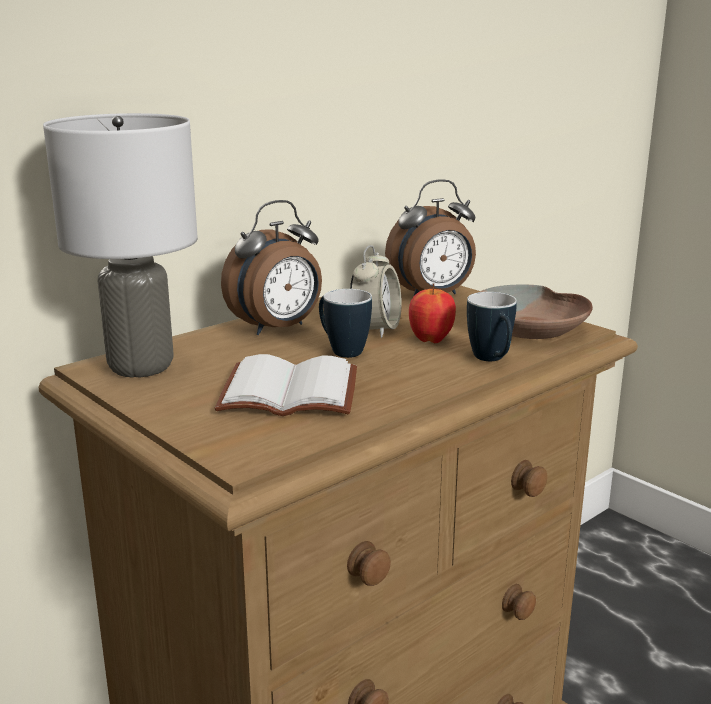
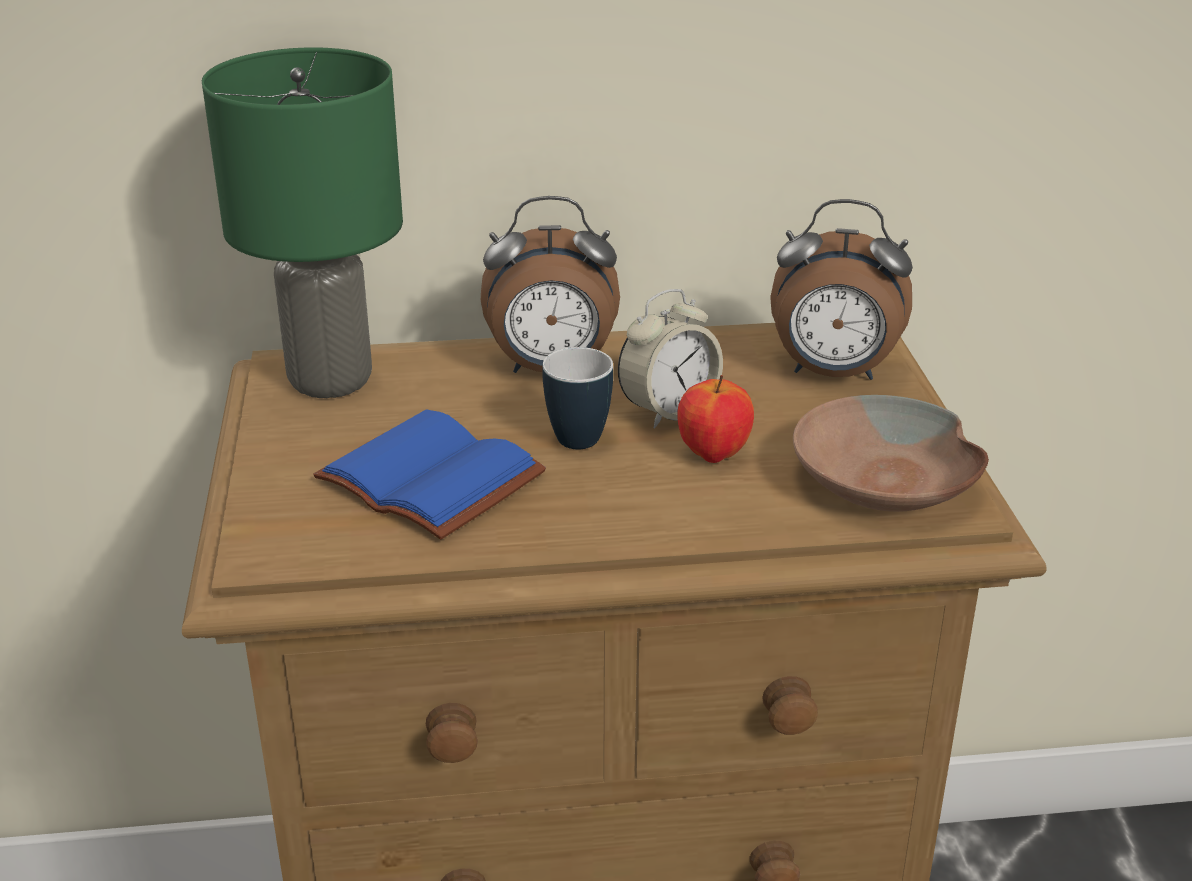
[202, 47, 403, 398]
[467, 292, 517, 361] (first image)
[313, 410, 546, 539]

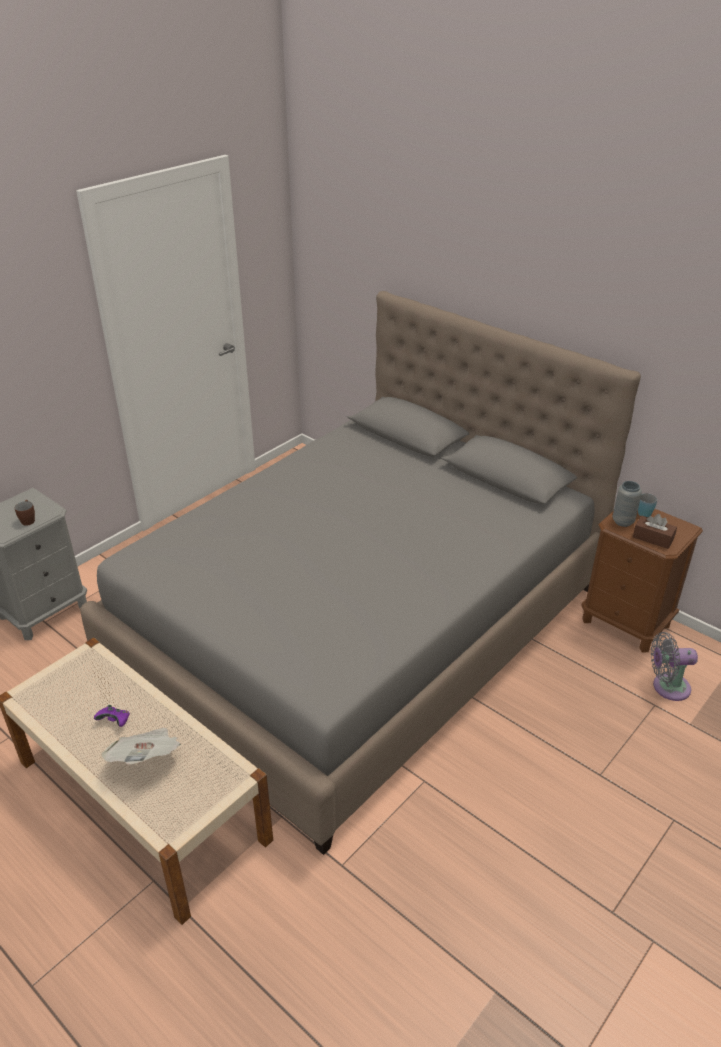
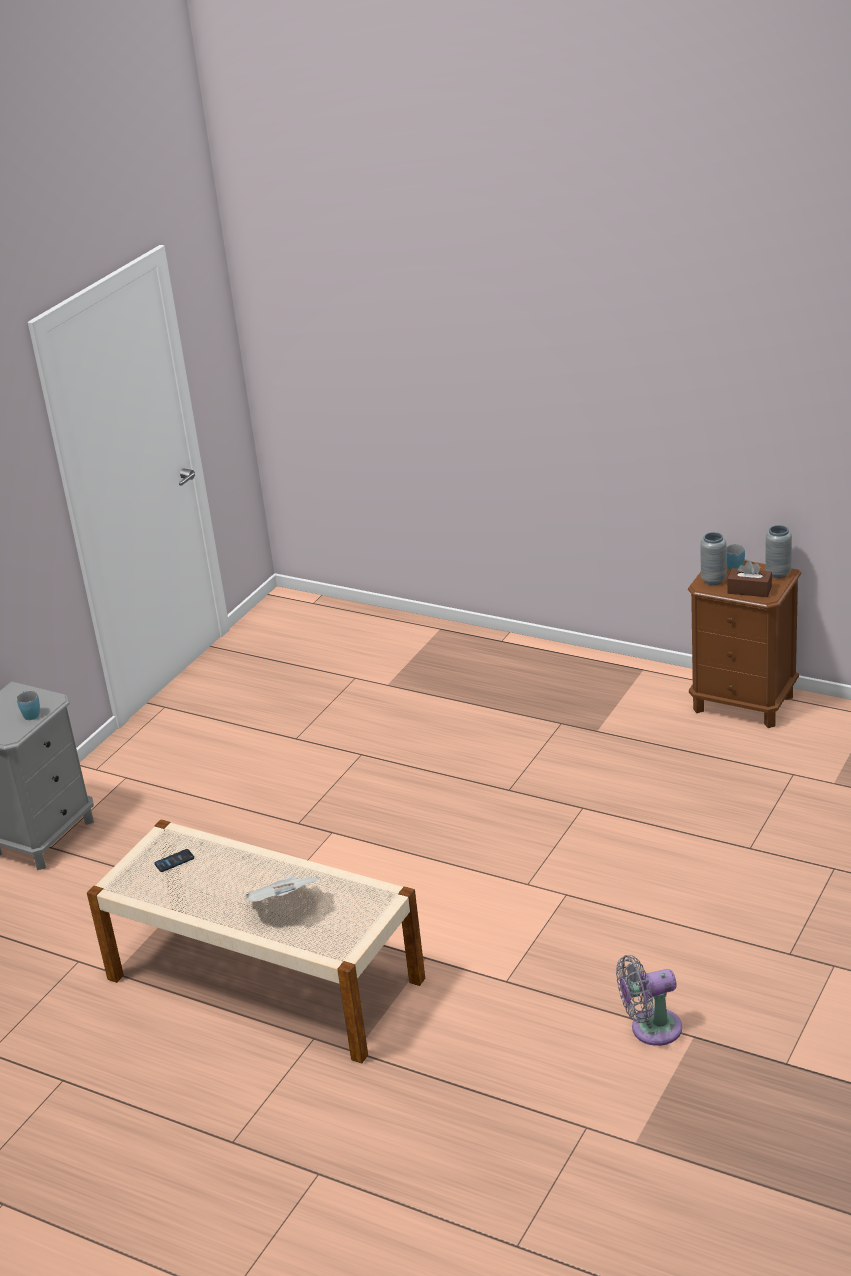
[80, 291, 641, 855] (first image)
[17, 690, 40, 720]
[616, 955, 682, 1046]
[94, 705, 130, 727] (first image)
[765, 525, 792, 578]
[154, 849, 194, 872]

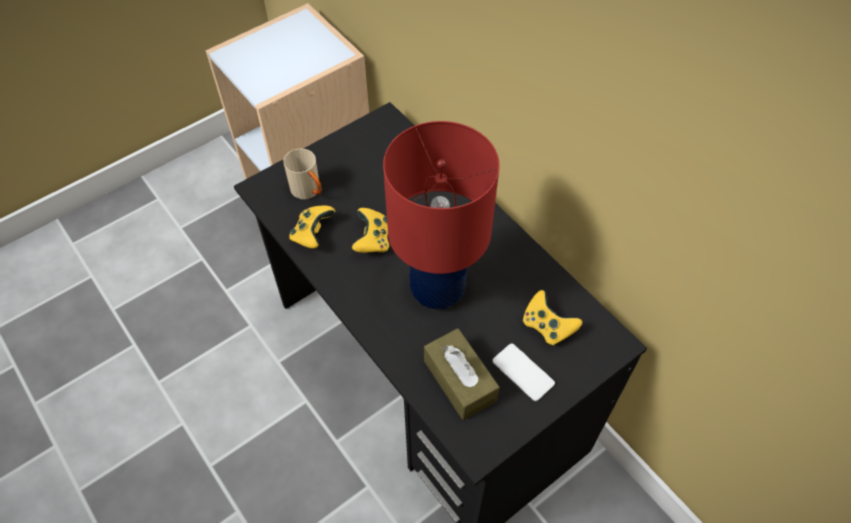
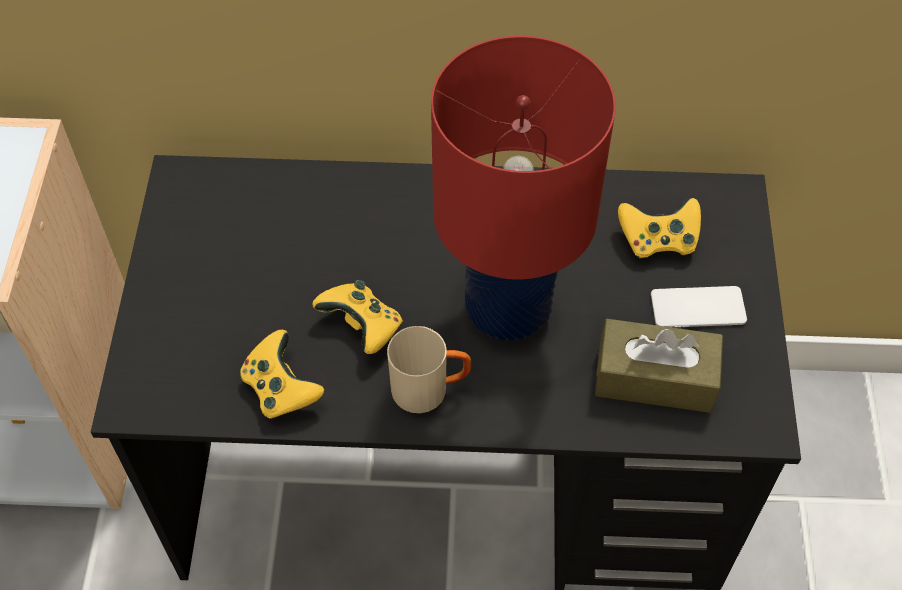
[387, 326, 471, 413]

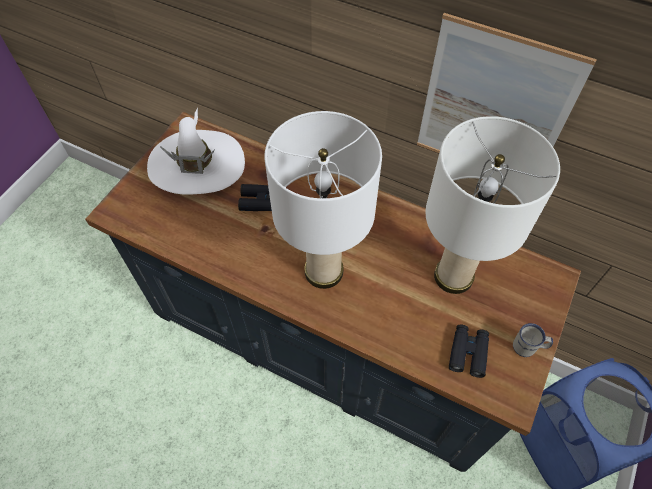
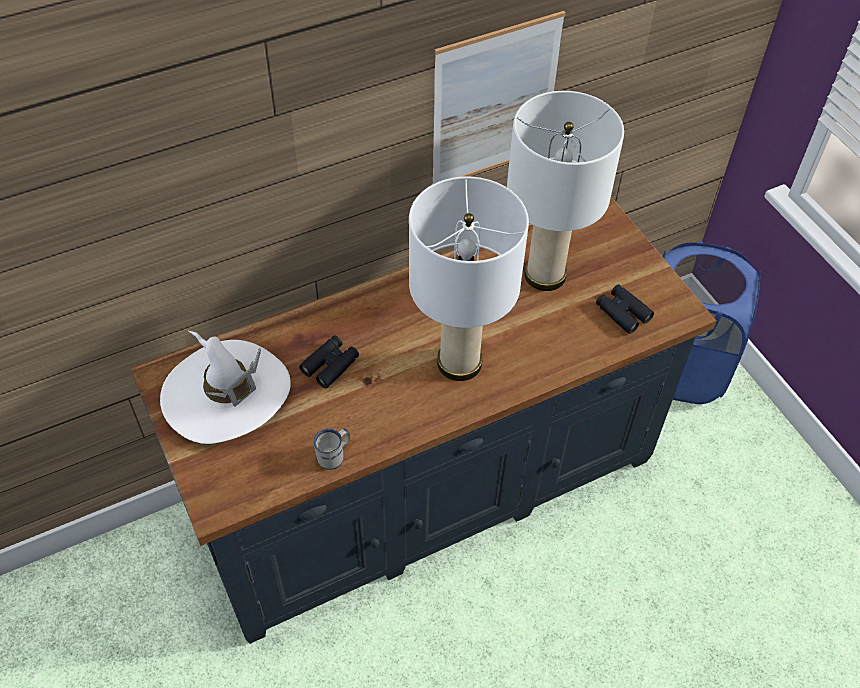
[314, 429, 350, 470]

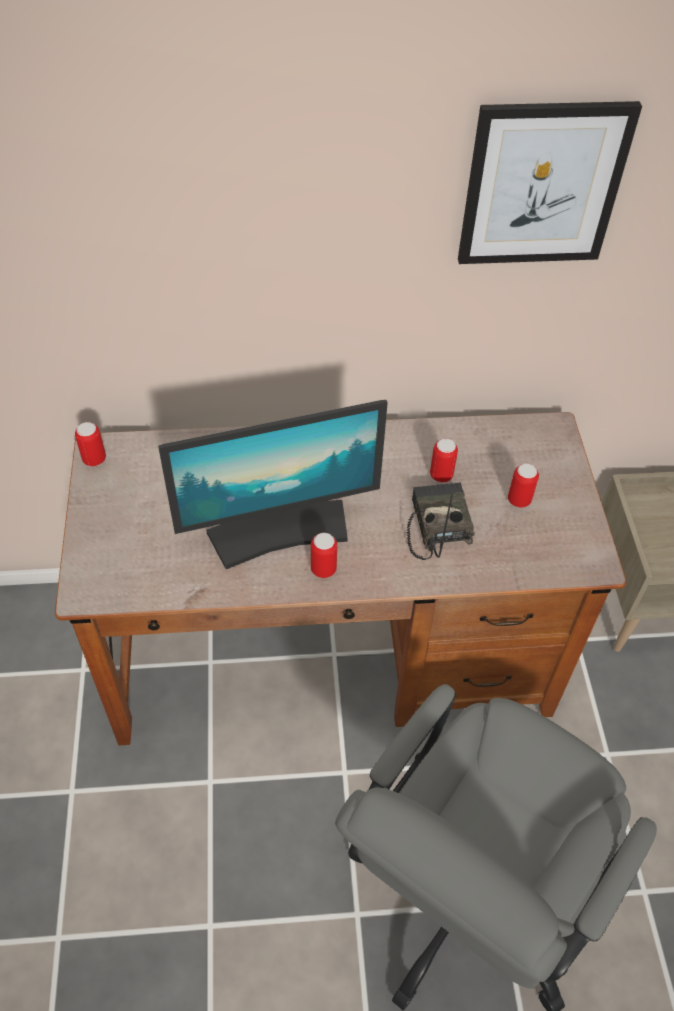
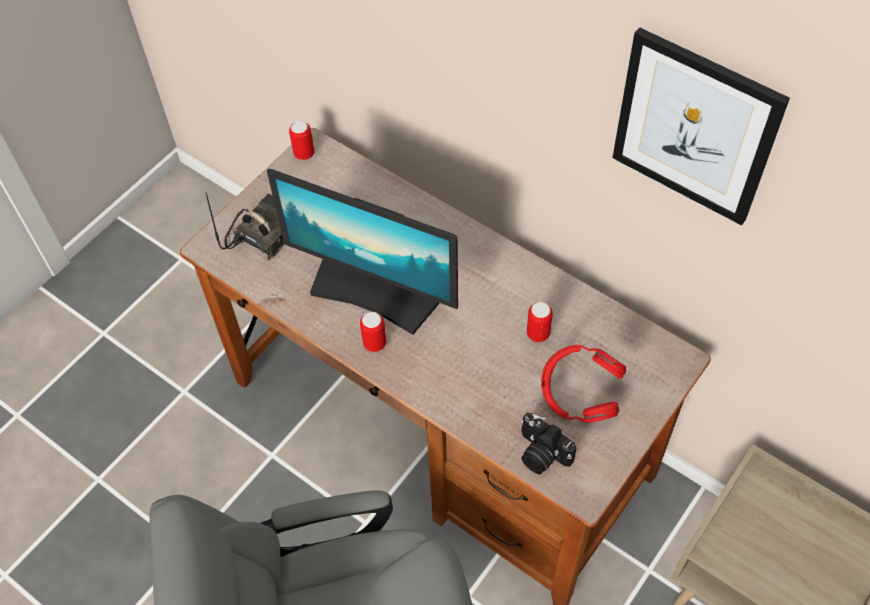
[541, 345, 626, 423]
[206, 193, 284, 260]
[520, 413, 577, 474]

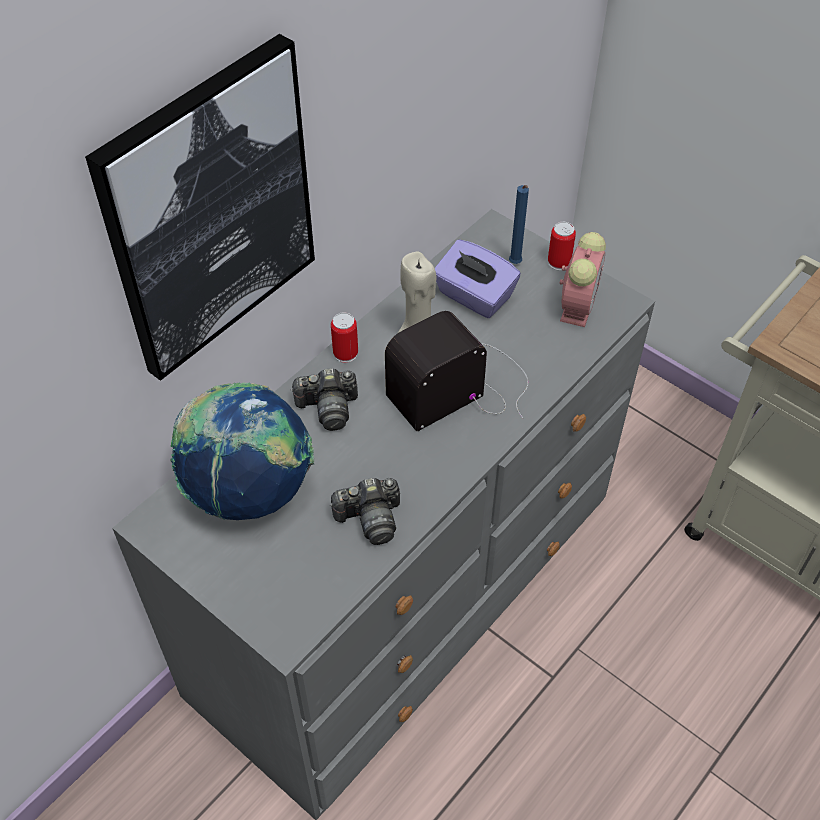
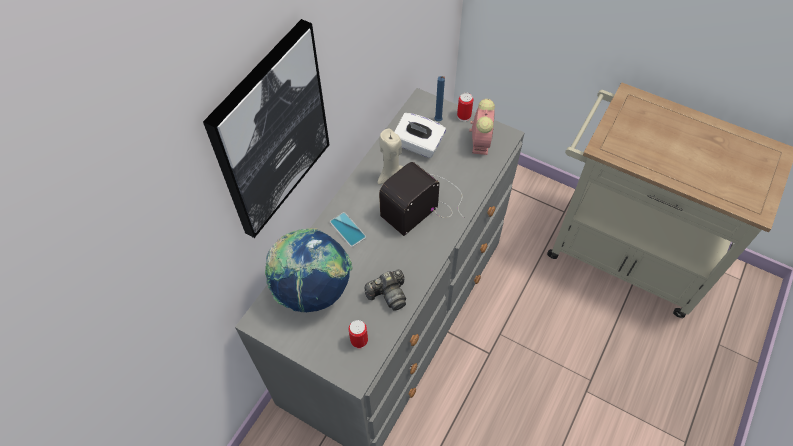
[394, 113, 446, 158]
[349, 320, 368, 349]
[330, 212, 366, 247]

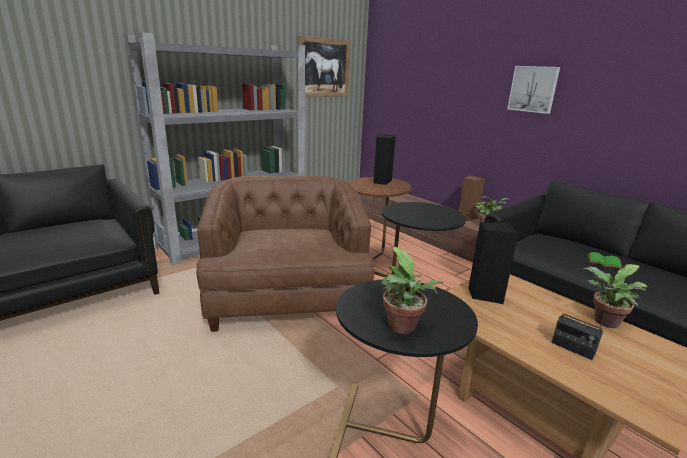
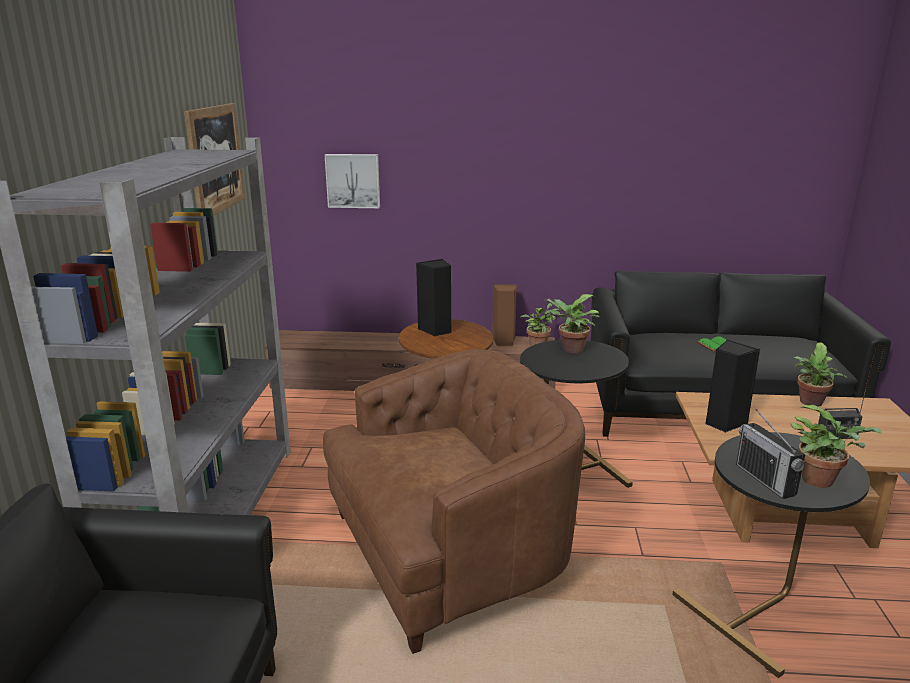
[325, 154, 380, 208]
[323, 349, 585, 654]
[546, 294, 600, 353]
[736, 409, 805, 499]

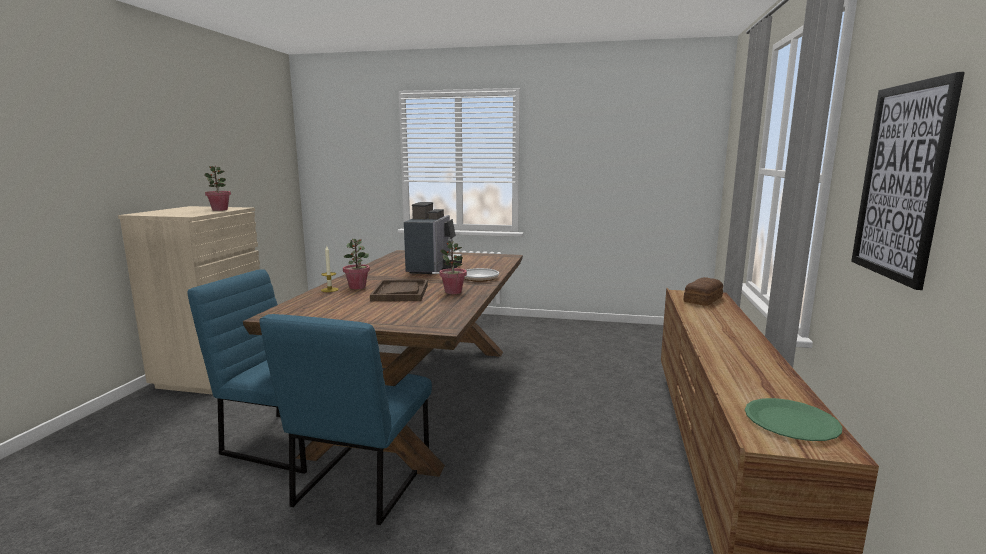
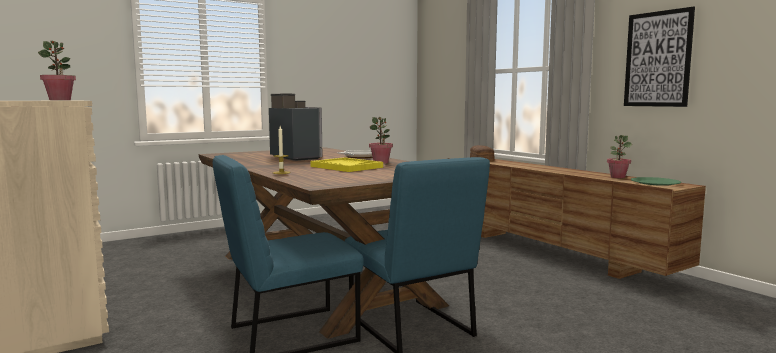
[607, 135, 632, 178]
[310, 157, 383, 172]

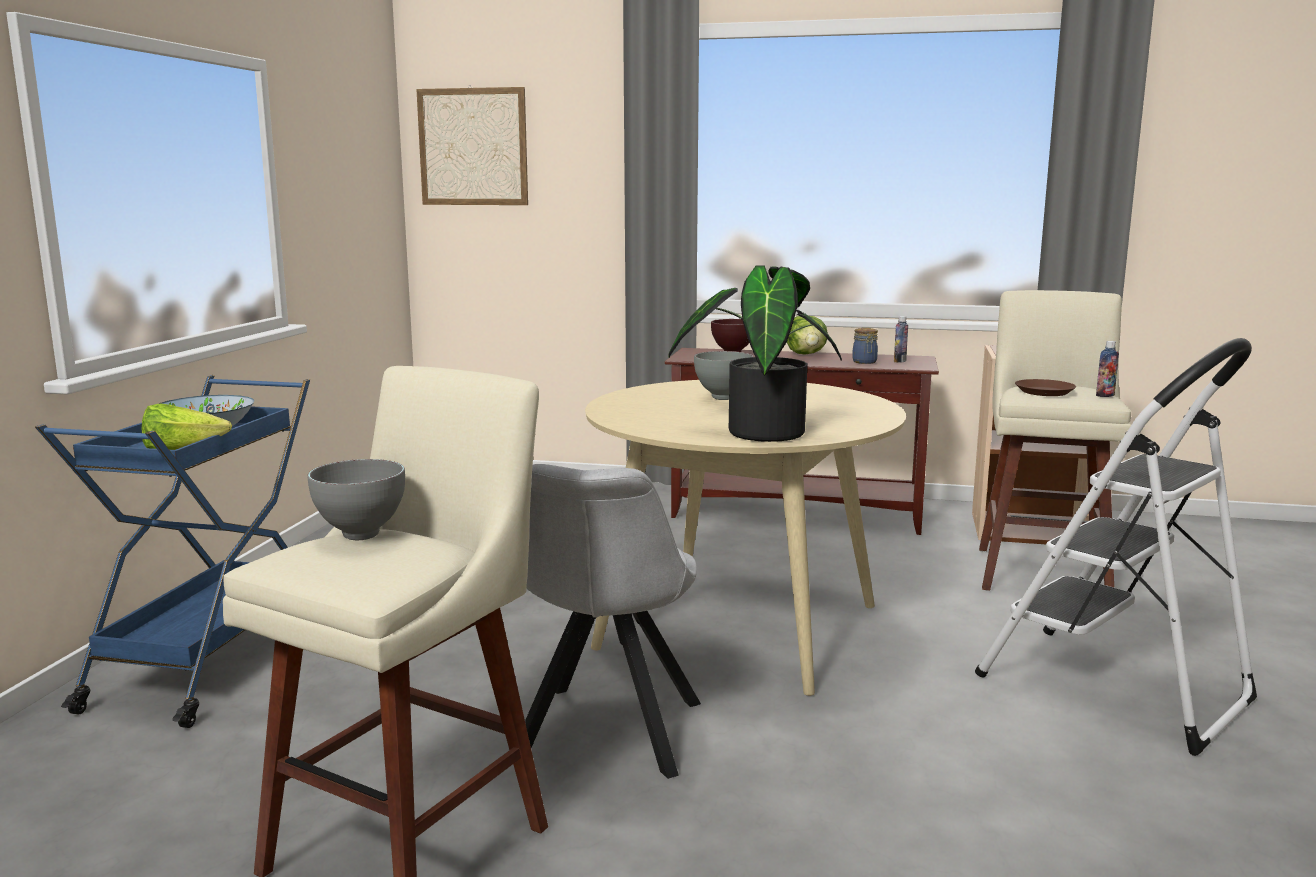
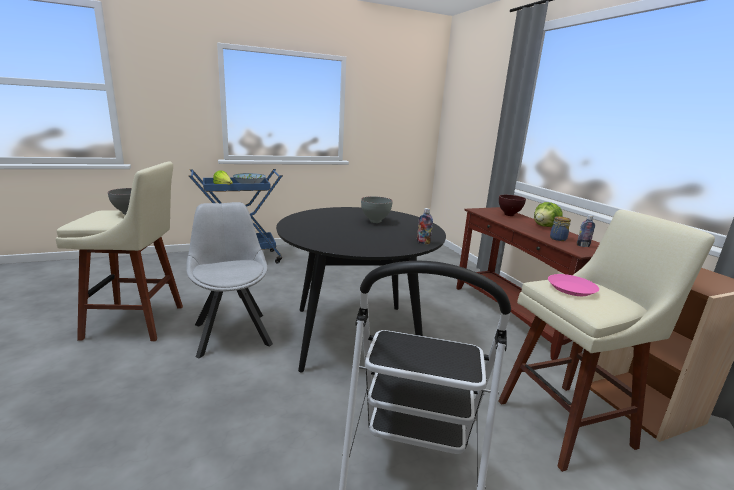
[416, 86, 528, 205] (first image)
[668, 266, 842, 442] (first image)
[417, 208, 433, 244]
[548, 274, 599, 296]
[276, 207, 446, 372]
[186, 202, 273, 358]

